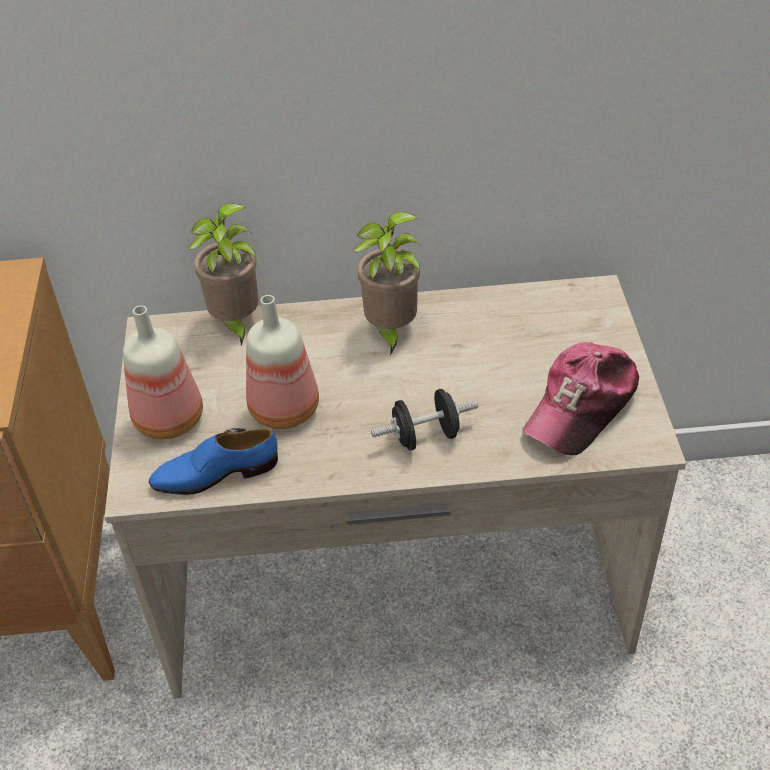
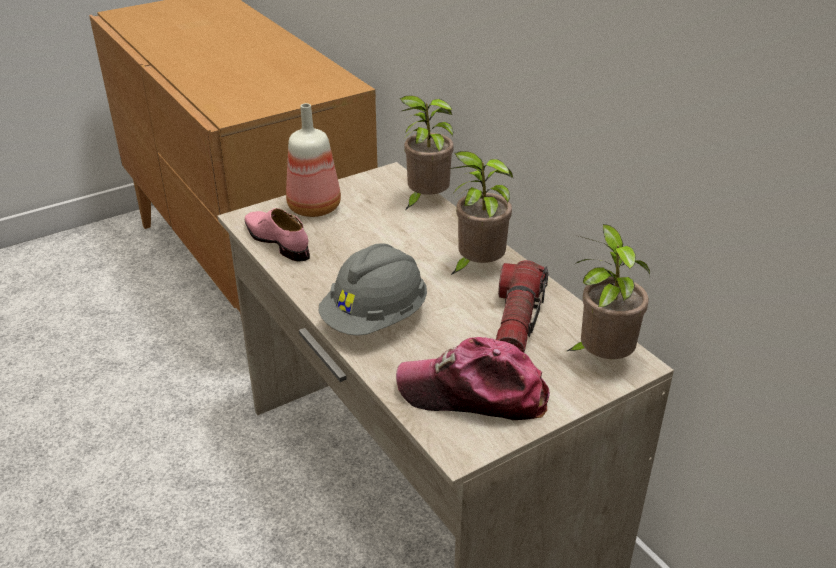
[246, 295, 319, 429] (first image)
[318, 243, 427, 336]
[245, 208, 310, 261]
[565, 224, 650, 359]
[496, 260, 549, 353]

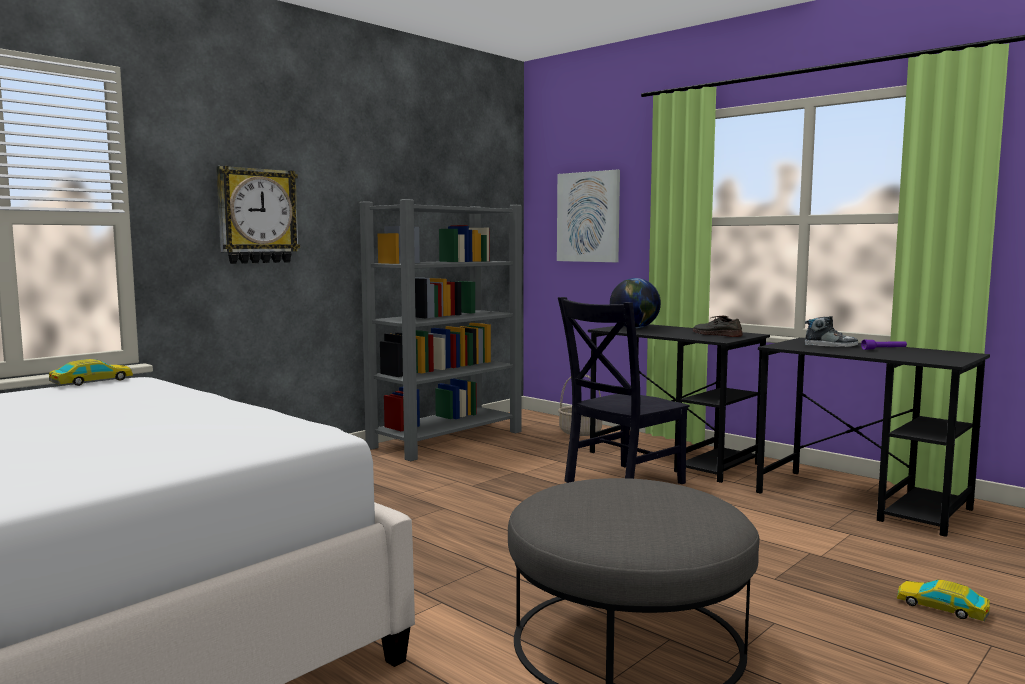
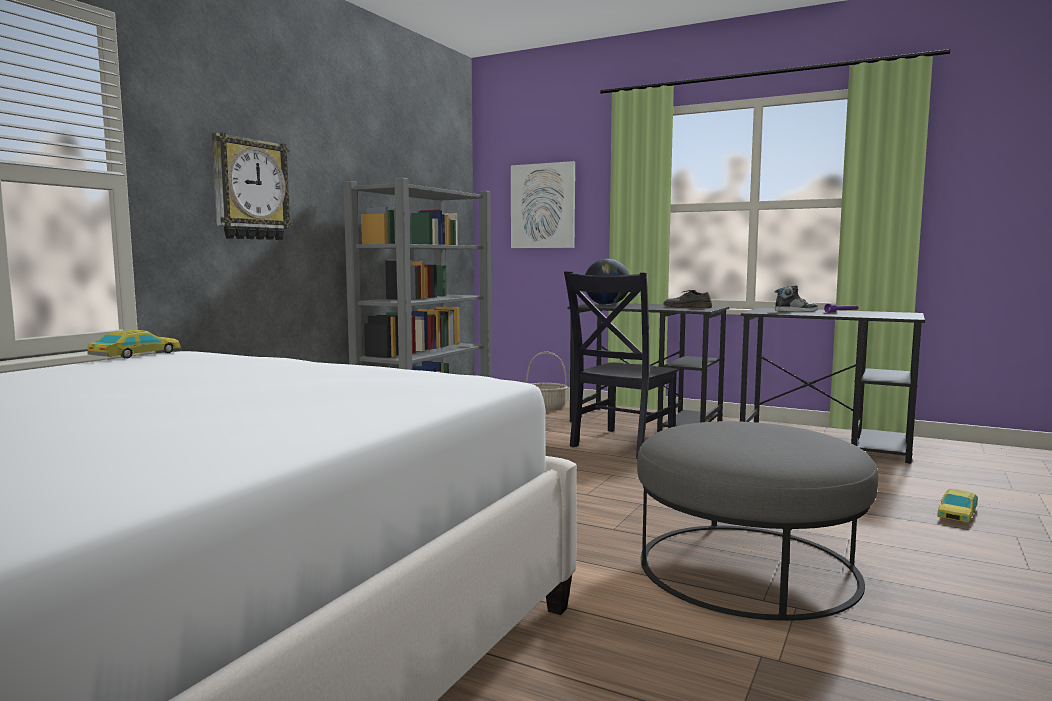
[937, 489, 978, 523]

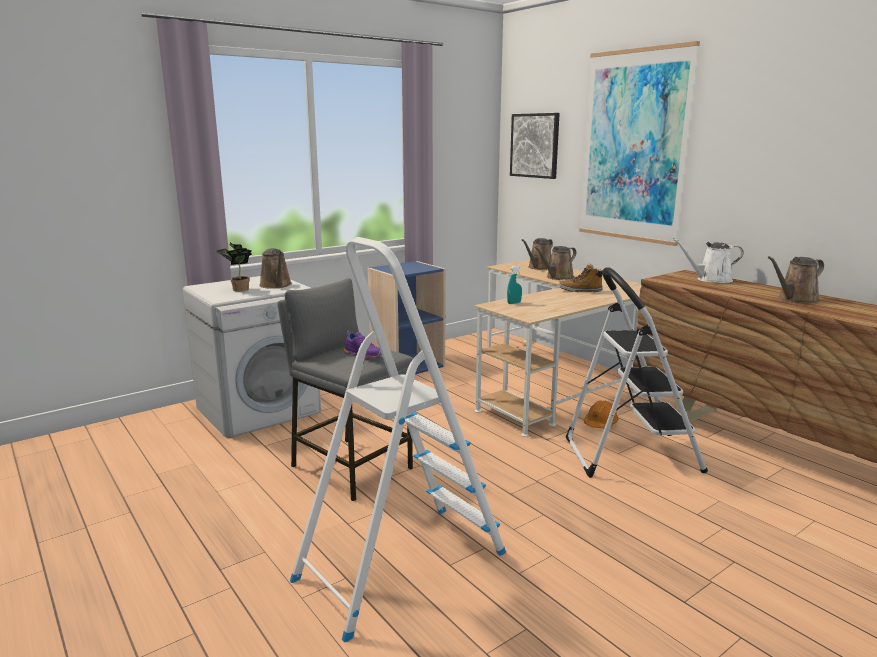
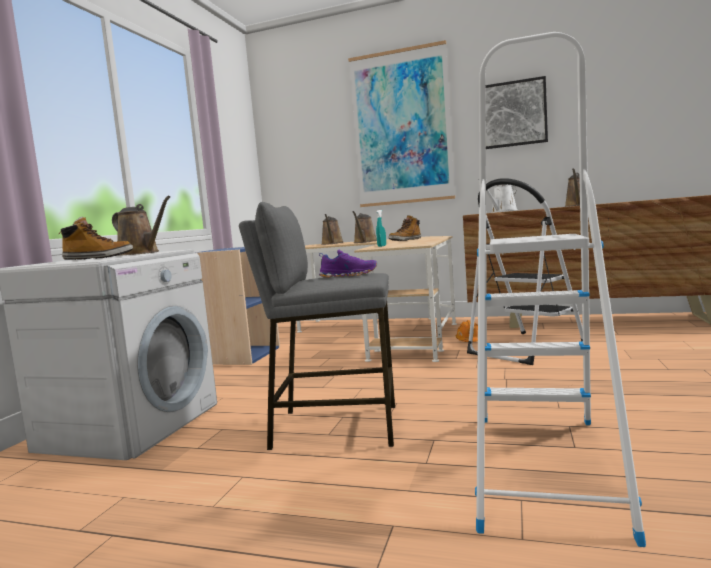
[485, 76, 548, 149]
[59, 217, 133, 260]

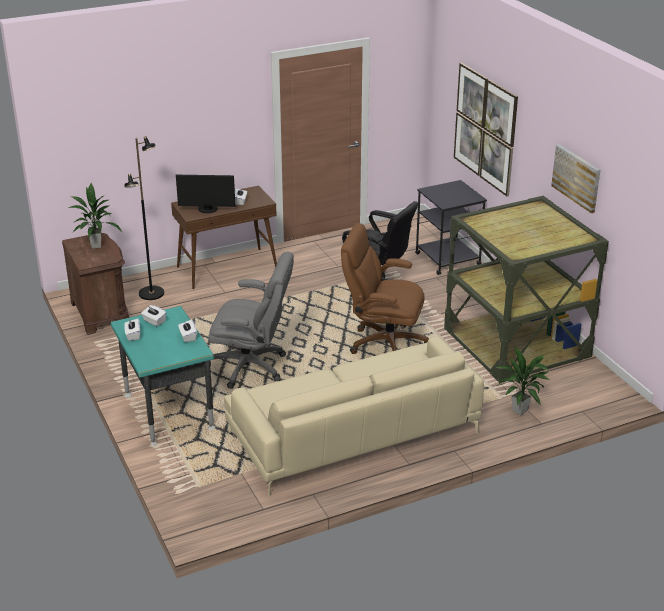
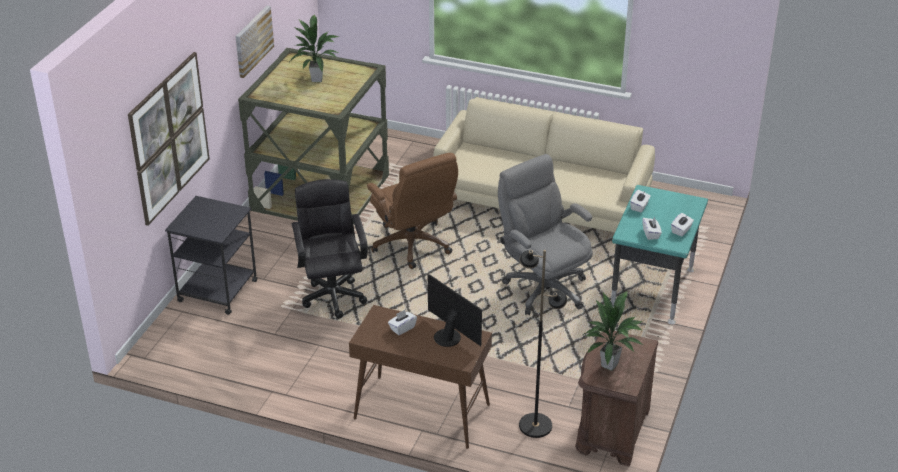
[290, 14, 339, 82]

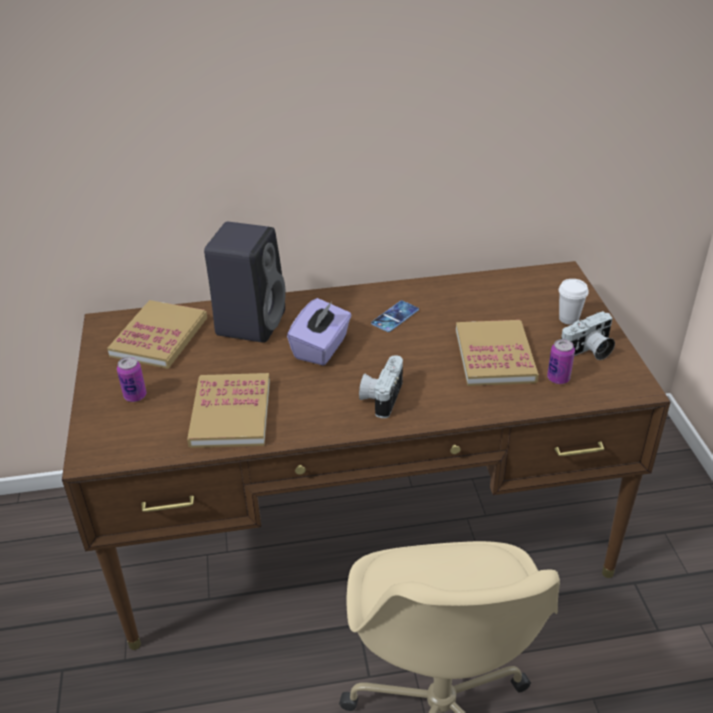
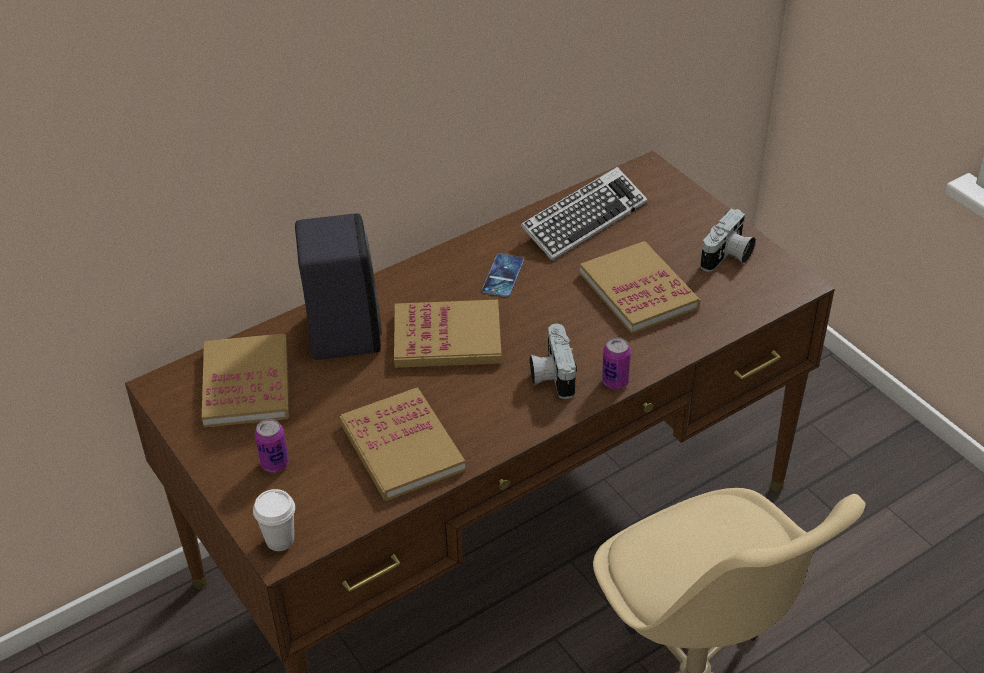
[253, 489, 295, 551]
[394, 300, 502, 368]
[602, 337, 631, 389]
[520, 167, 648, 262]

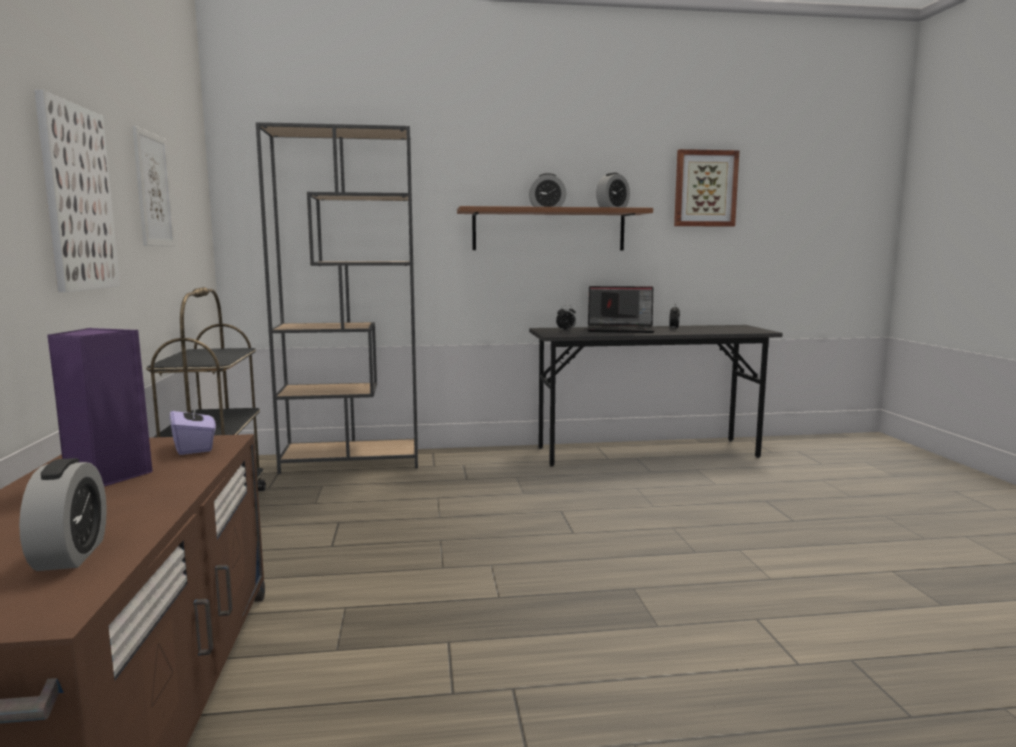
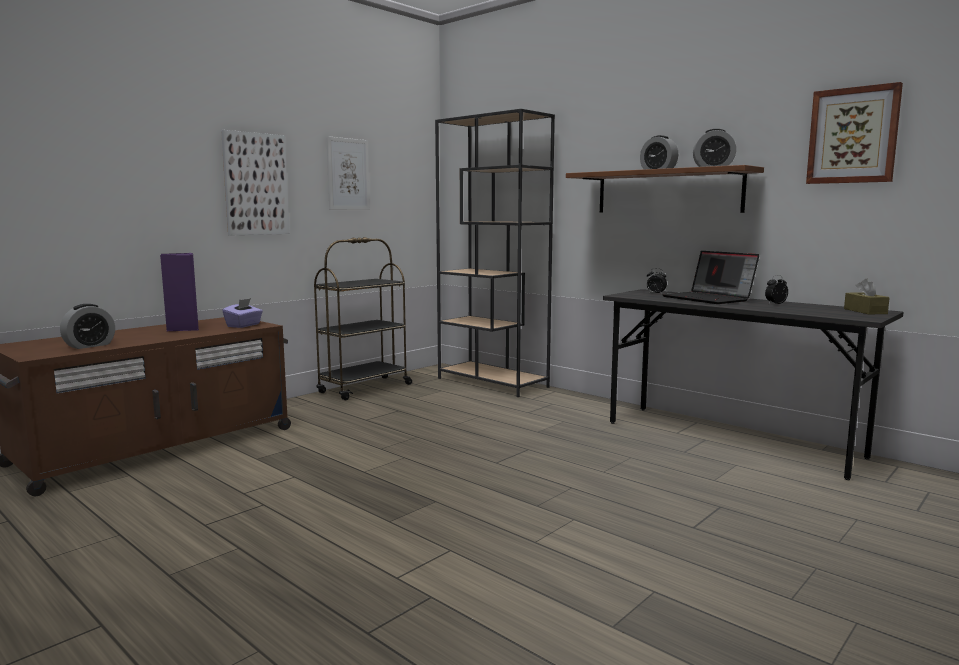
[844, 279, 890, 314]

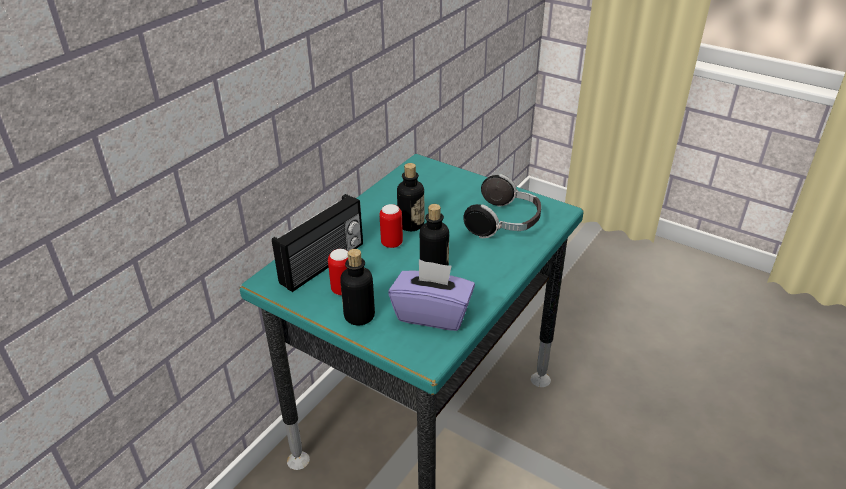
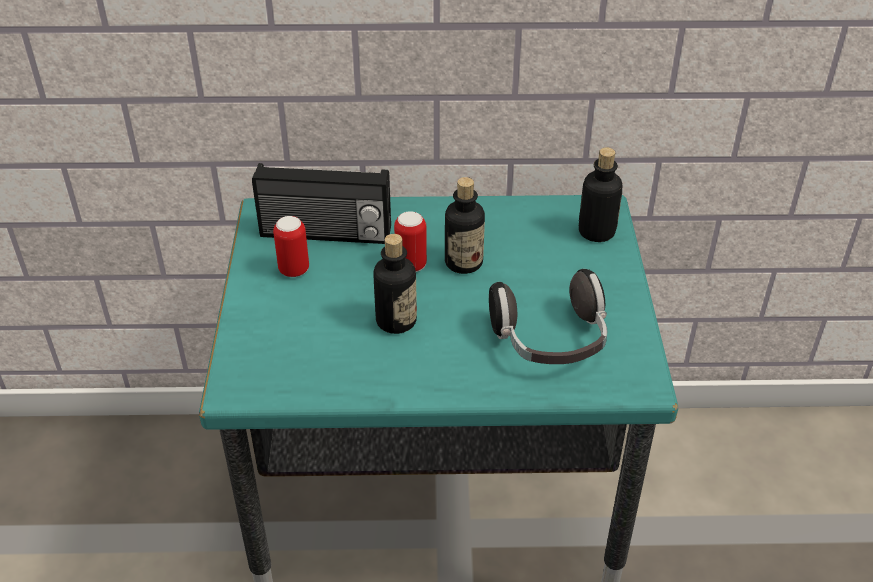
[579, 148, 622, 242]
[388, 259, 475, 331] (first image)

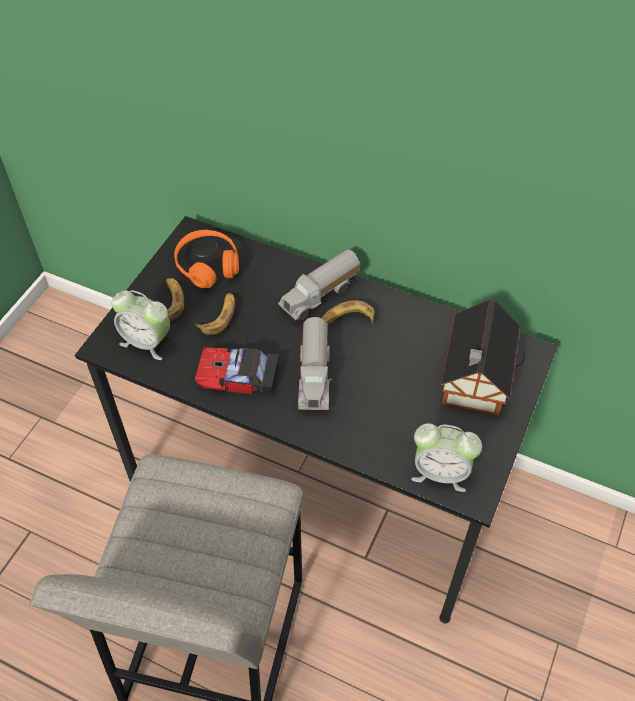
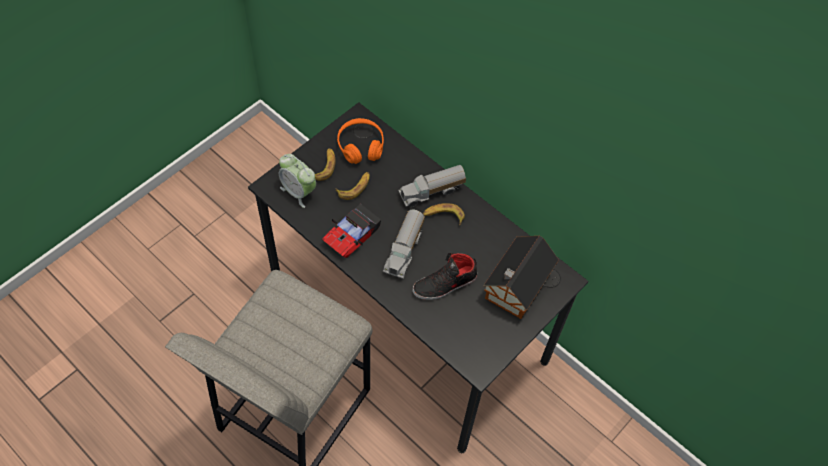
[322, 204, 381, 258]
[411, 423, 482, 492] (first image)
[412, 253, 477, 300]

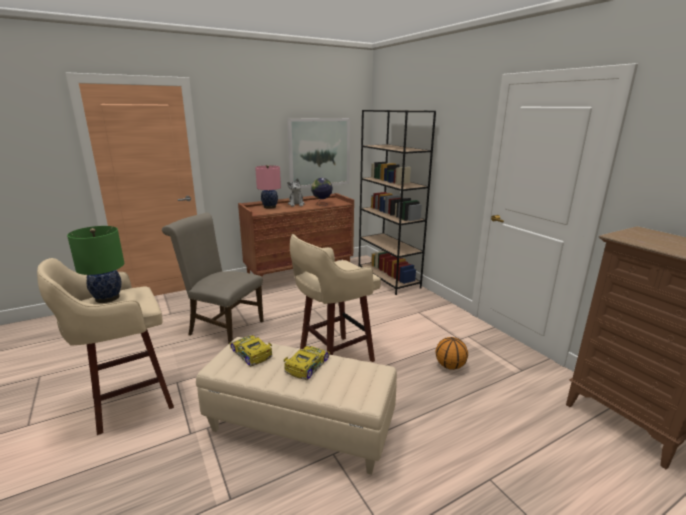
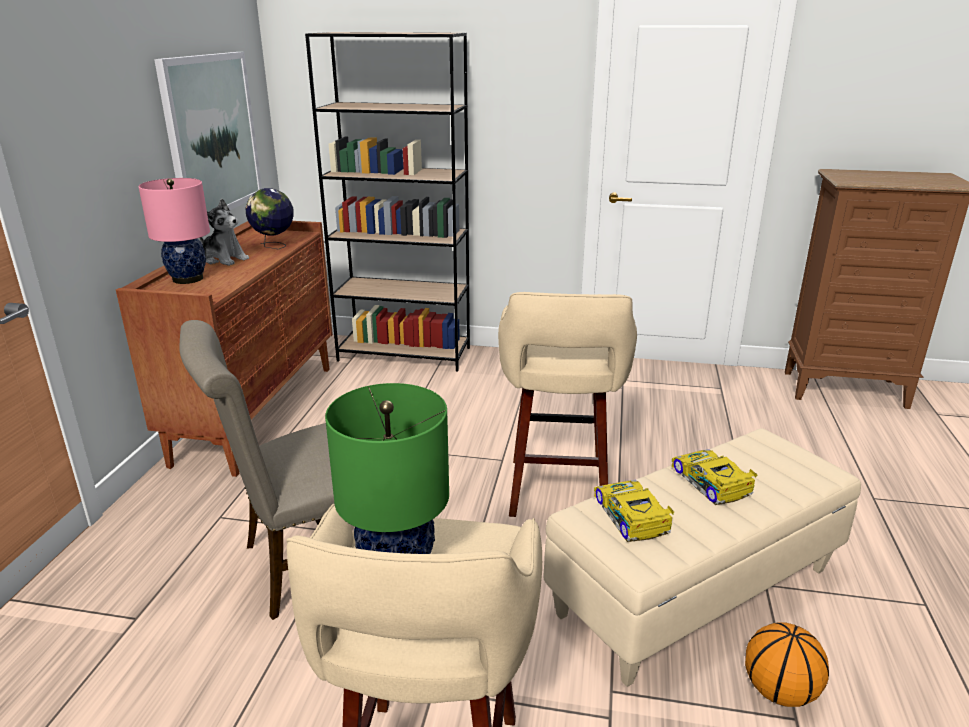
[594, 480, 674, 542]
[745, 623, 829, 707]

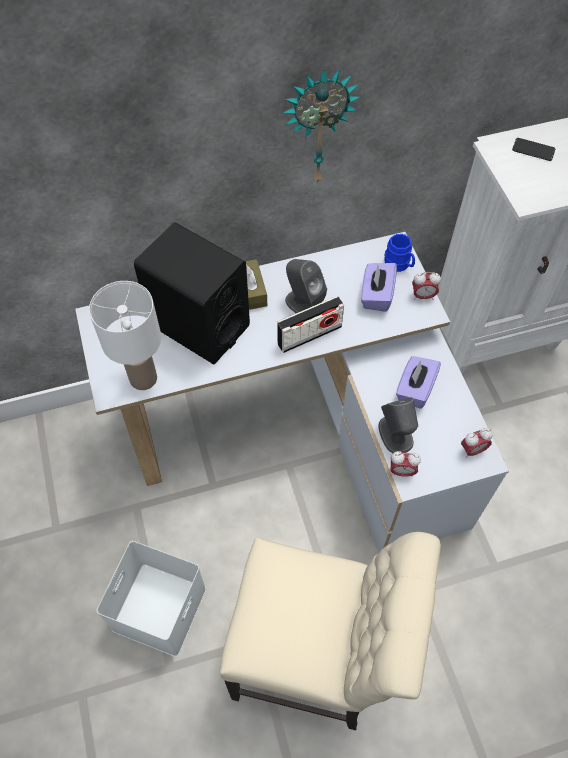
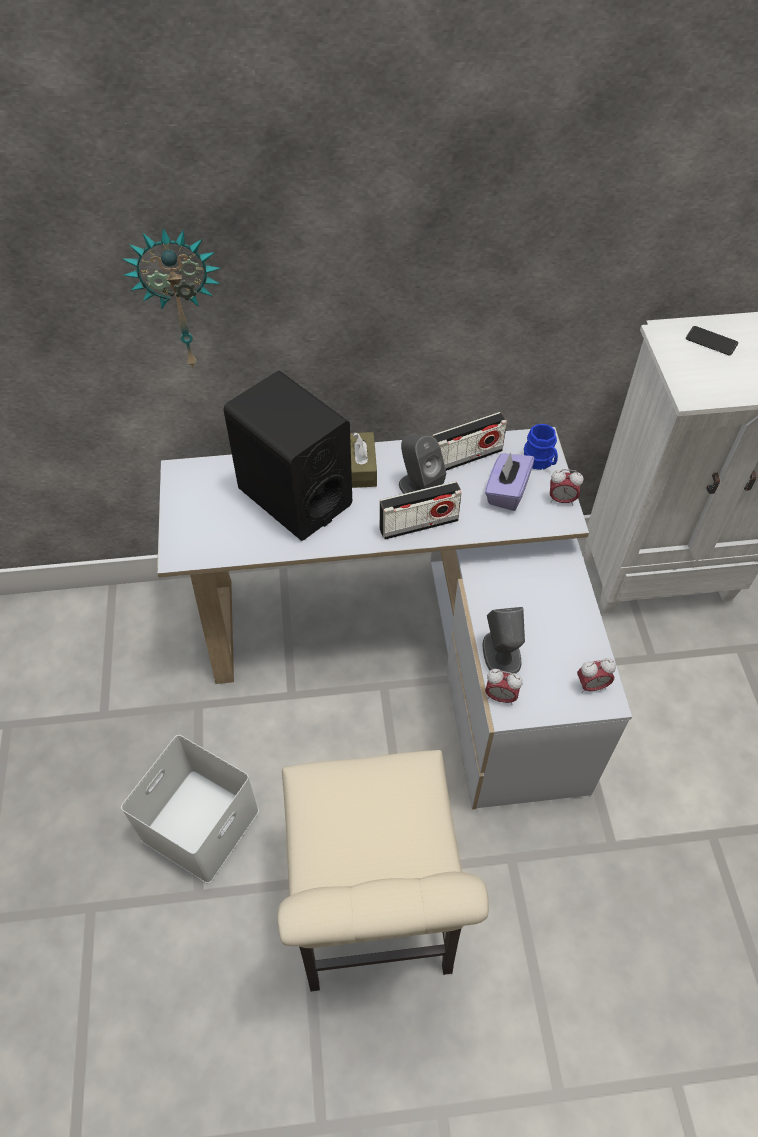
[122, 228, 221, 369]
[89, 281, 161, 390] (first image)
[396, 356, 441, 409] (first image)
[277, 750, 489, 991]
[432, 412, 507, 471]

